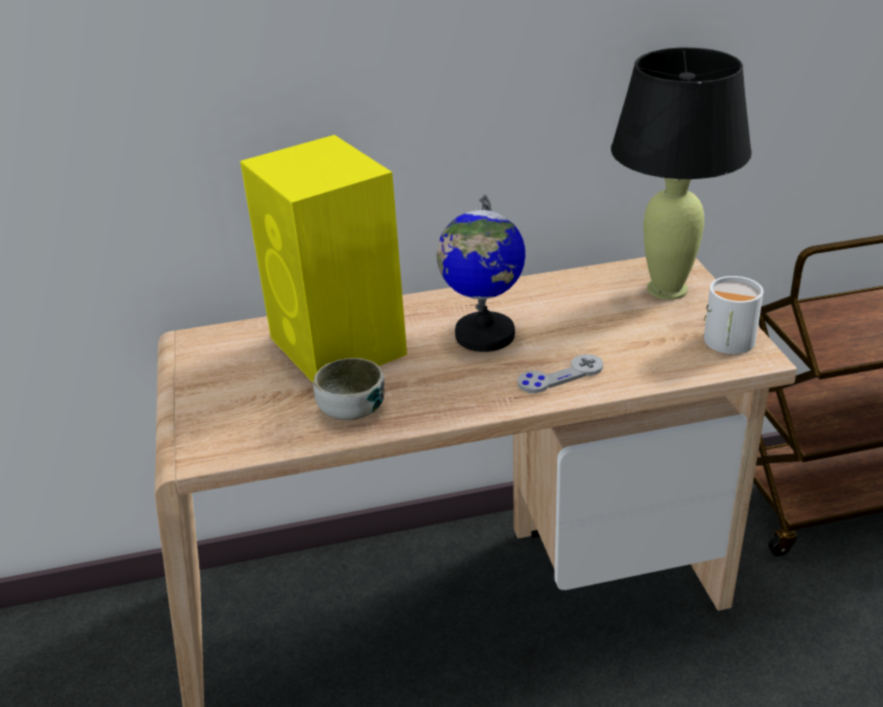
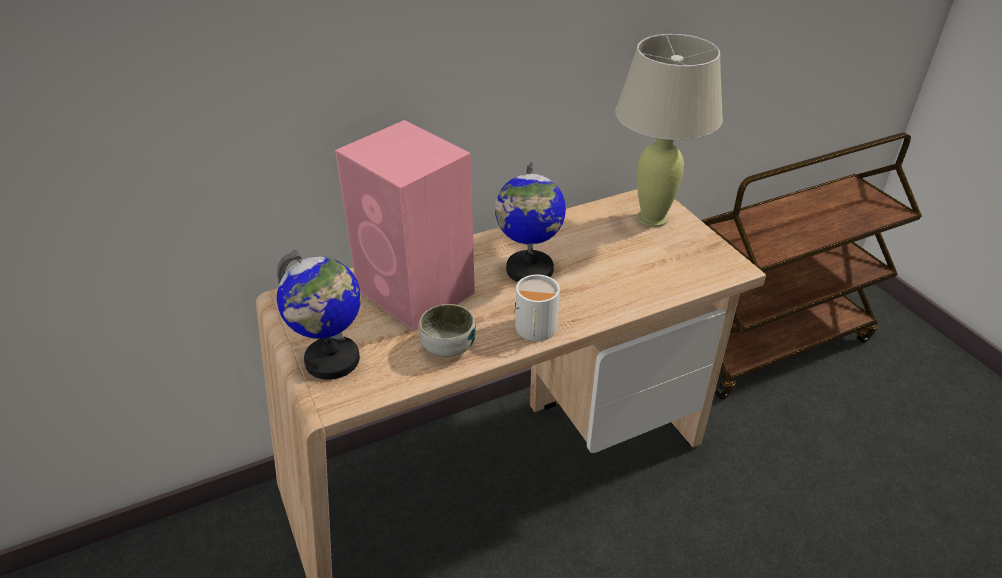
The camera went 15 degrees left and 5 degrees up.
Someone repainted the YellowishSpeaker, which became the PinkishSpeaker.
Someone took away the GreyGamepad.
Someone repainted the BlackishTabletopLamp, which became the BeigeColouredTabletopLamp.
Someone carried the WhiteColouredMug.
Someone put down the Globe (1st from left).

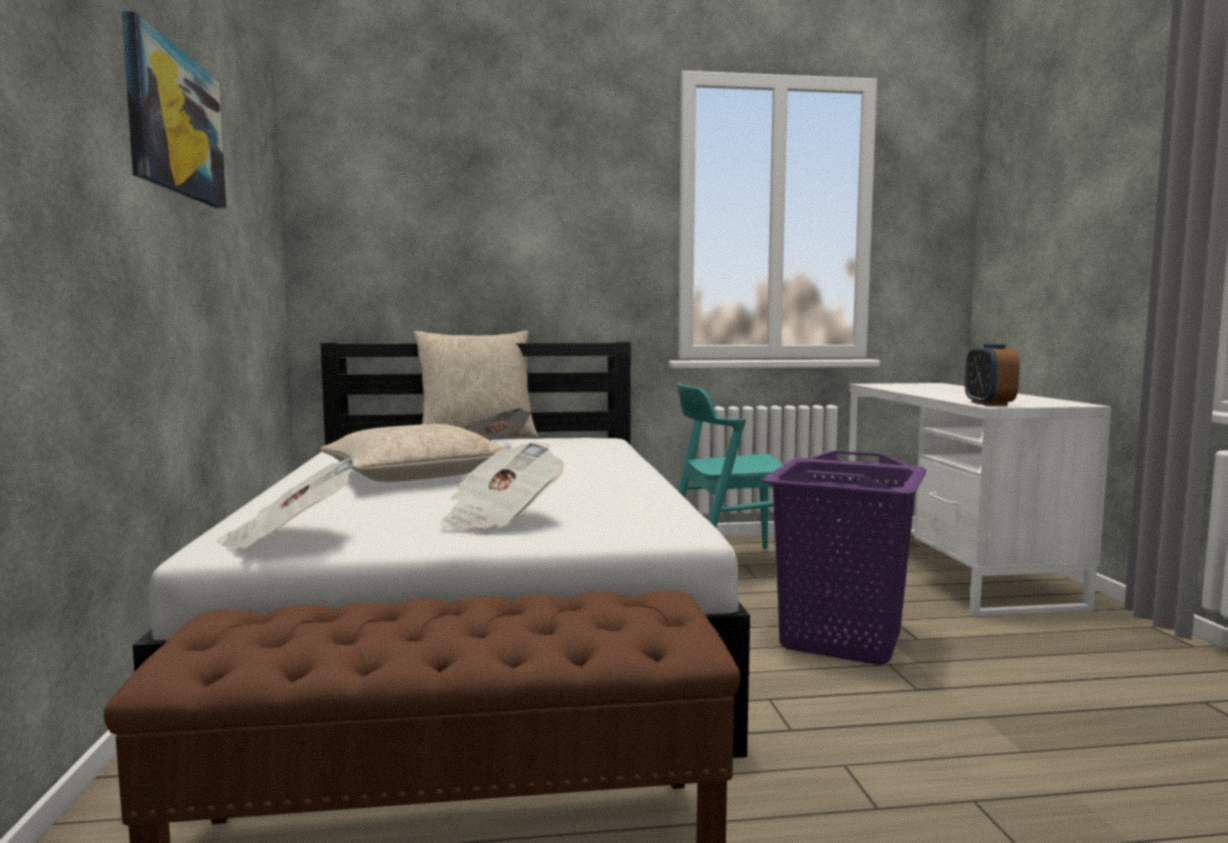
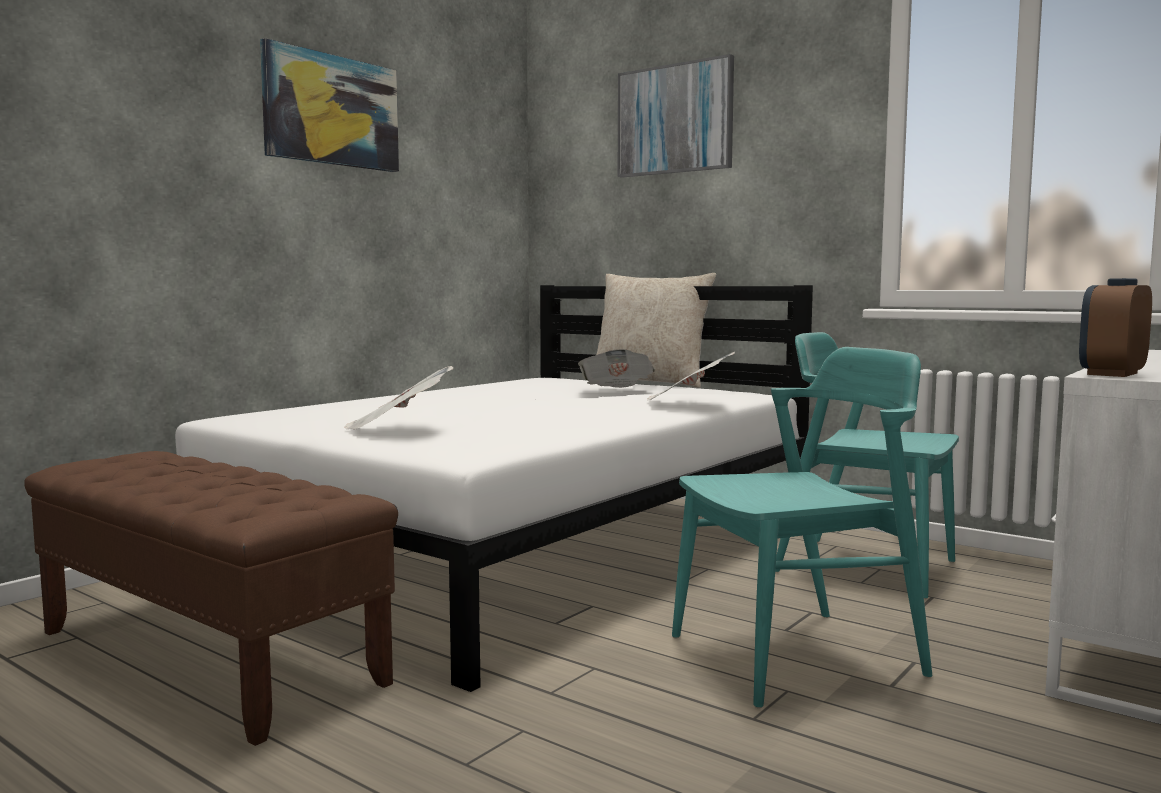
The camera went 45 degrees right and 0 degrees up.
Someone carried the DailyPaper (1st from left in the first image).
Someone took away the BeigeColouredCushion (1st from left).
Someone swapped the PurplishLaundryBasket for the BlueGreenUprightChair (1st from left).
Someone put up the WallArt (2nd from left).

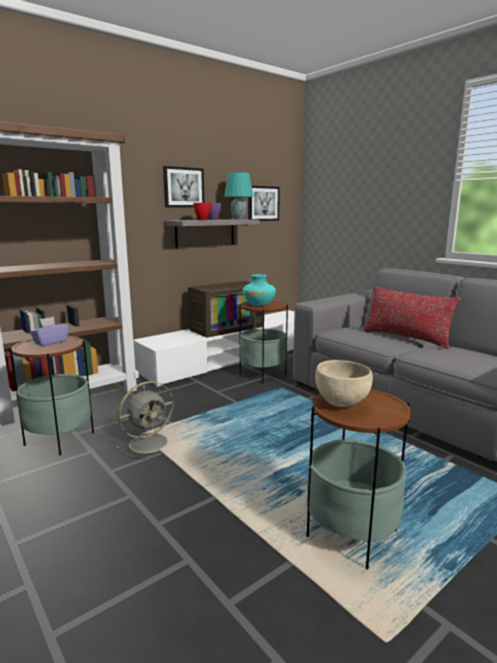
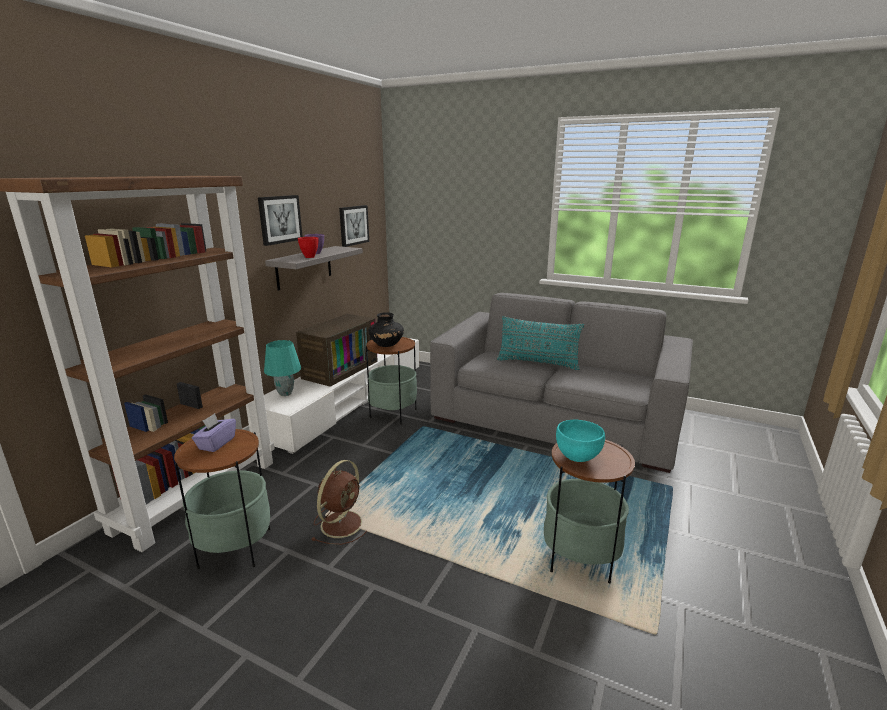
The camera went 25 degrees left and 5 degrees up.
Someone repainted the GreyFan, which became the BrownFan.
Someone carried the BlueGreenTabletopLamp.
Someone repainted the BlueGreenVase, which became the BlackishVase.
Someone repainted the BeigeColouredBowl, which became the BlueGreenBowl.
Someone repainted the ReddishCushion, which became the BlueGreenCushion.

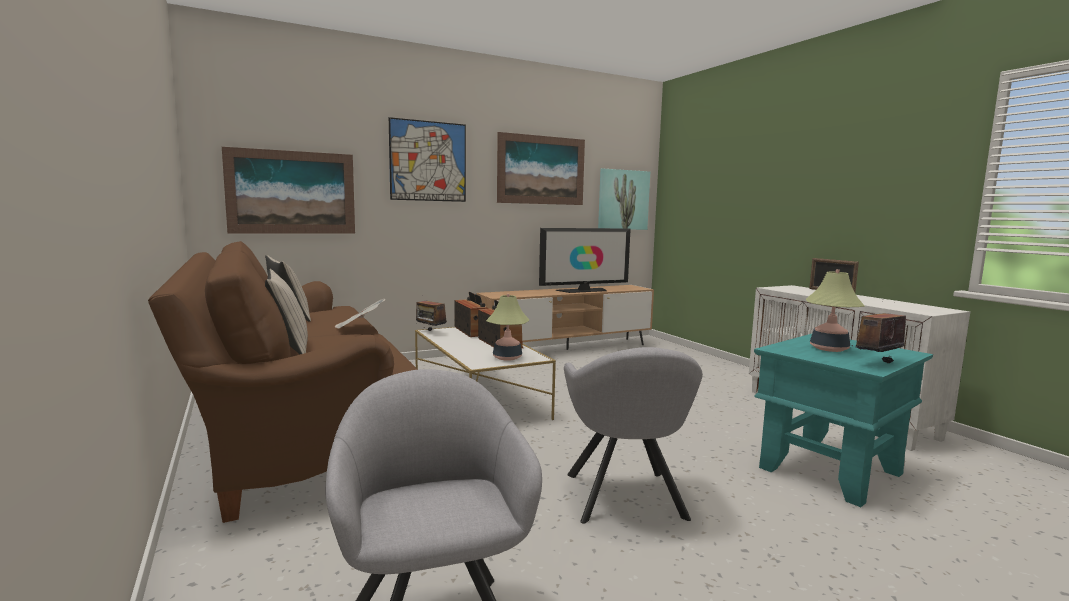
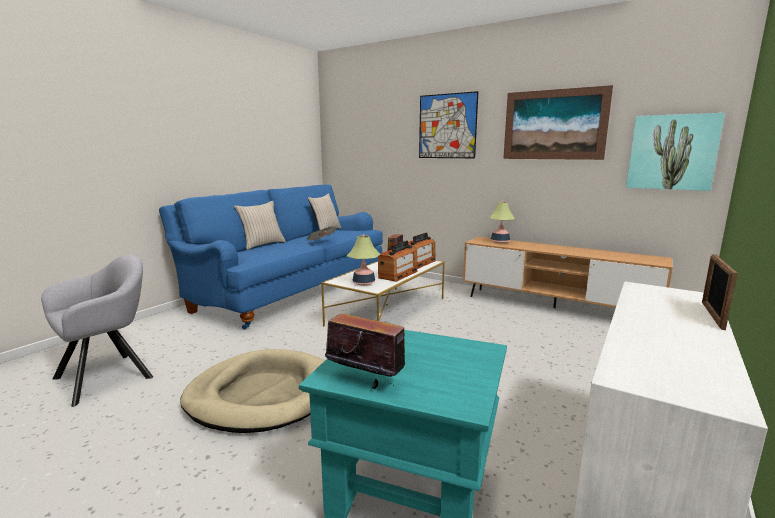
The camera went 60 degrees right and 5 degrees up.
Someone repainted the BrownSofa, which became the BluishSofa.
Someone took away the WallArt (1st from left).
Someone took away the Television.
Someone swapped the GreyLoungeChair (2nd from left) for the BeigeColouredDogBed.
Someone carried the TabletopLamp (2nd from left).

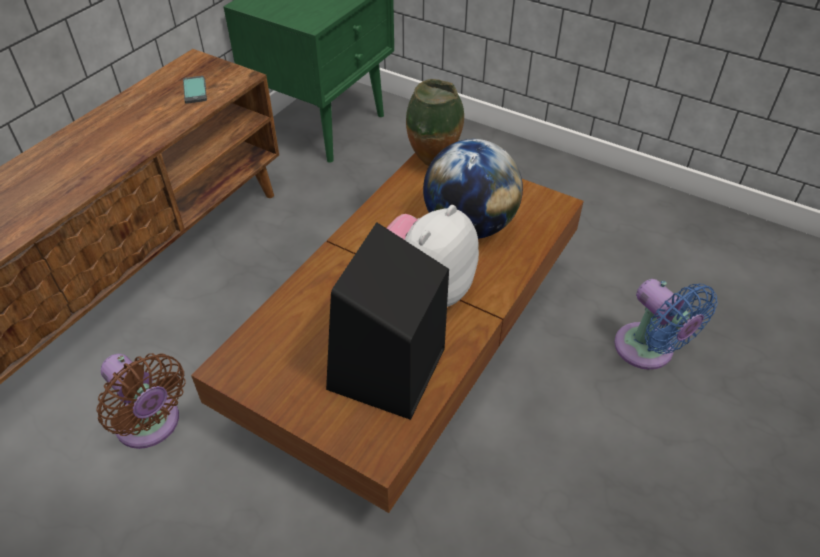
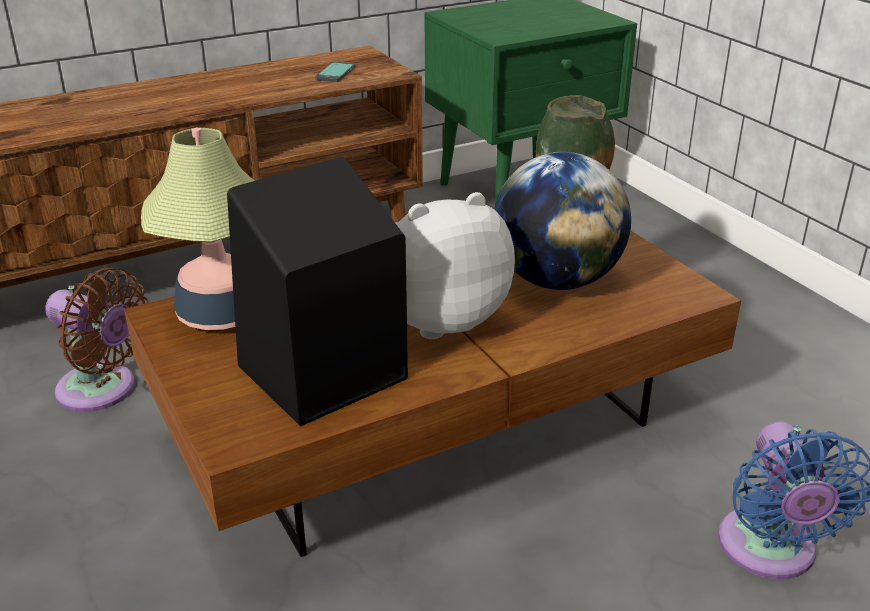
The camera went 30 degrees right and 15 degrees down.
Someone rotated the BrownFan by 45 degrees counterclockwise.
Someone put down the TabletopLamp.

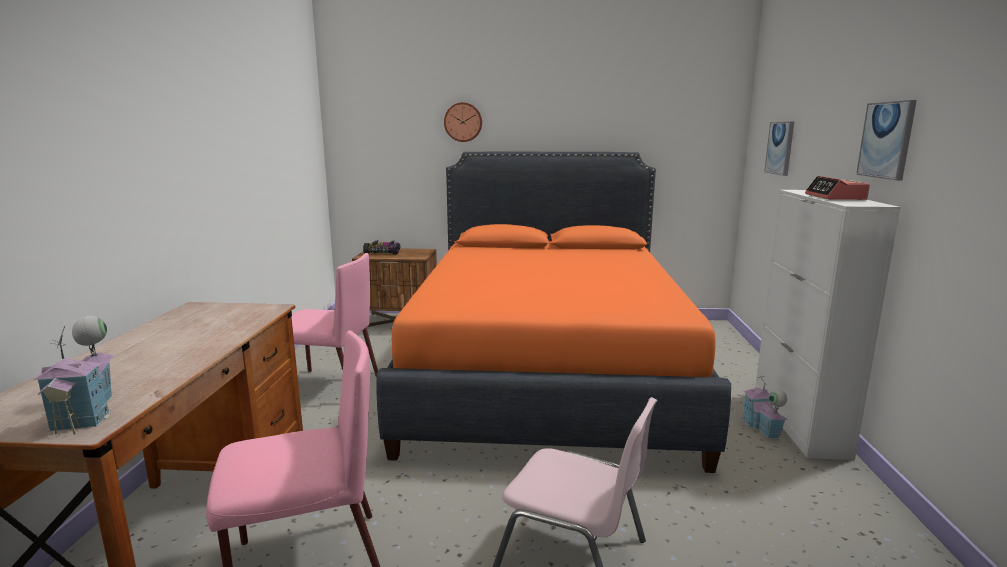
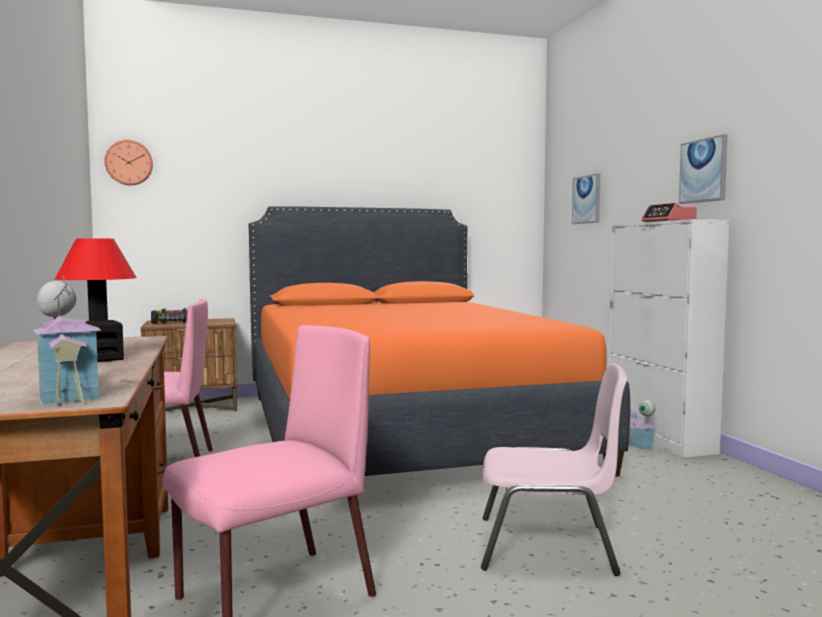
The camera went 20 degrees left and 10 degrees down.
Someone carried the HangingClock.
Someone put down the TabletopLamp.

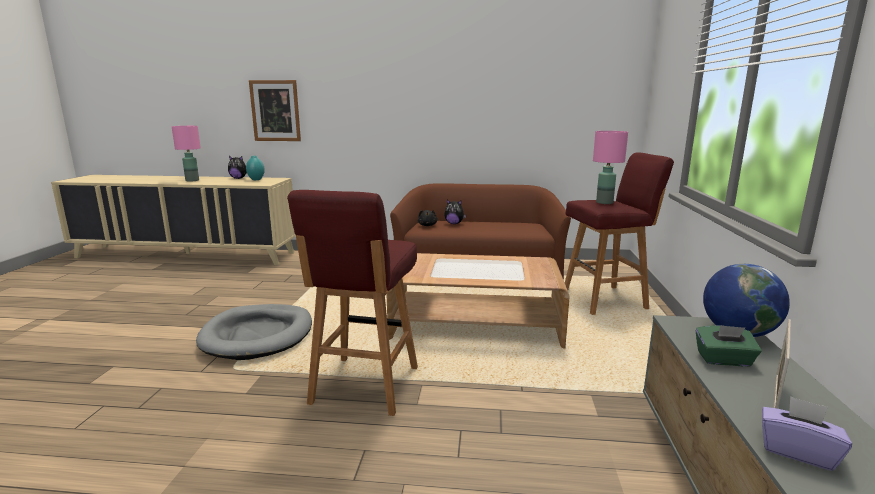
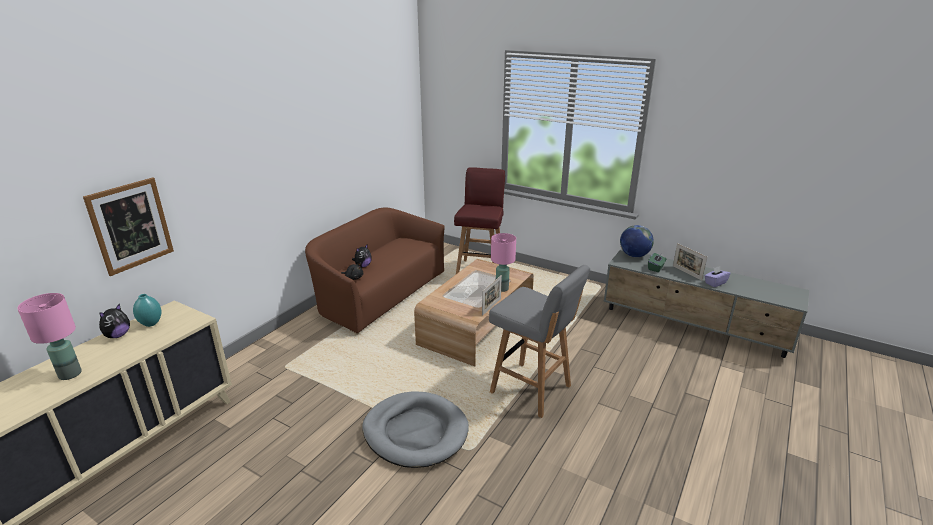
The camera went 65 degrees left and 10 degrees up.
Someone repainted the ReddishStool (1st from left), which became the GreyStool.
Someone carried the PinkishTabletopLamp (2nd from left).
Someone put down the StandingFrame (1st from left).

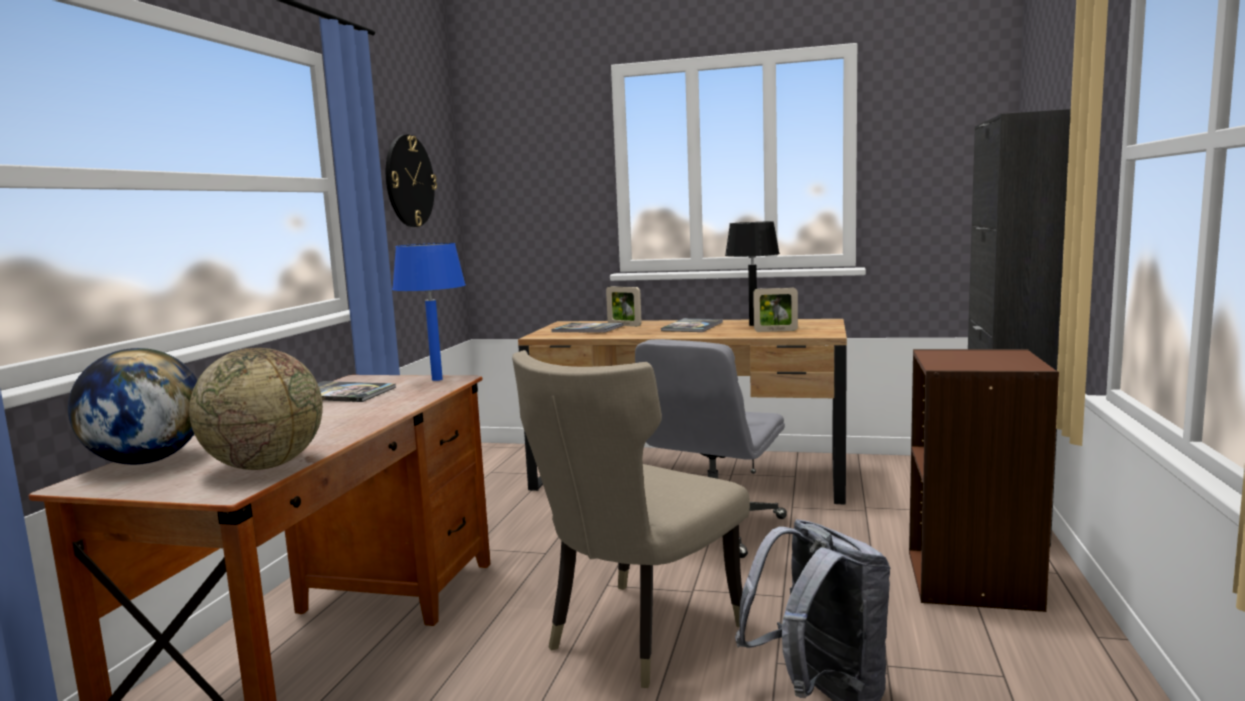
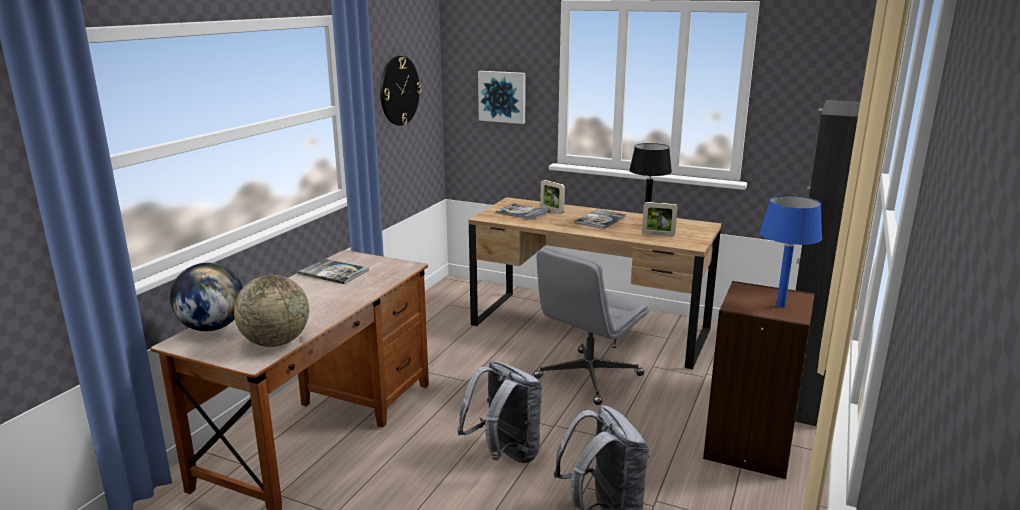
The camera went 10 degrees right and 10 degrees up.
Someone carried the BluishTabletopLamp.
Someone swapped the BeigeColouredUprightChair for the GreyRucksack (1st from left).
Someone put up the WallArt.

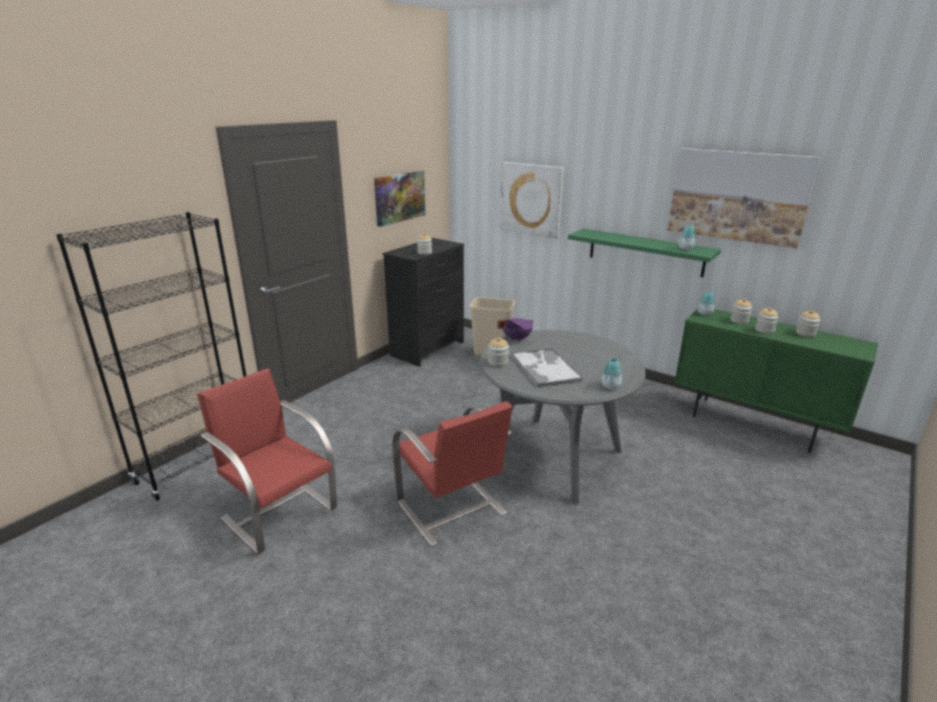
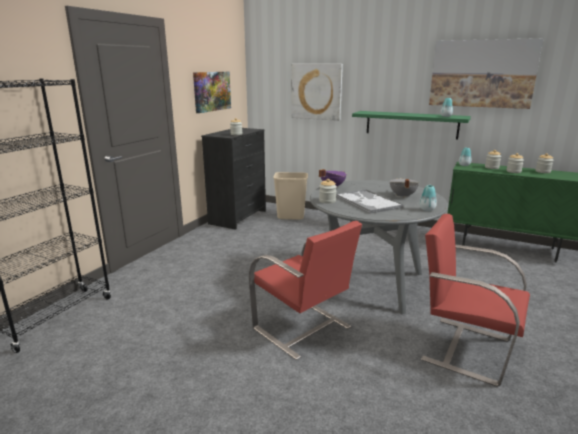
The camera went 10 degrees left and 5 degrees down.
Someone carried the ReddishUprightChair (1st from left in the first image).
Someone put down the GreyCookingPot.

